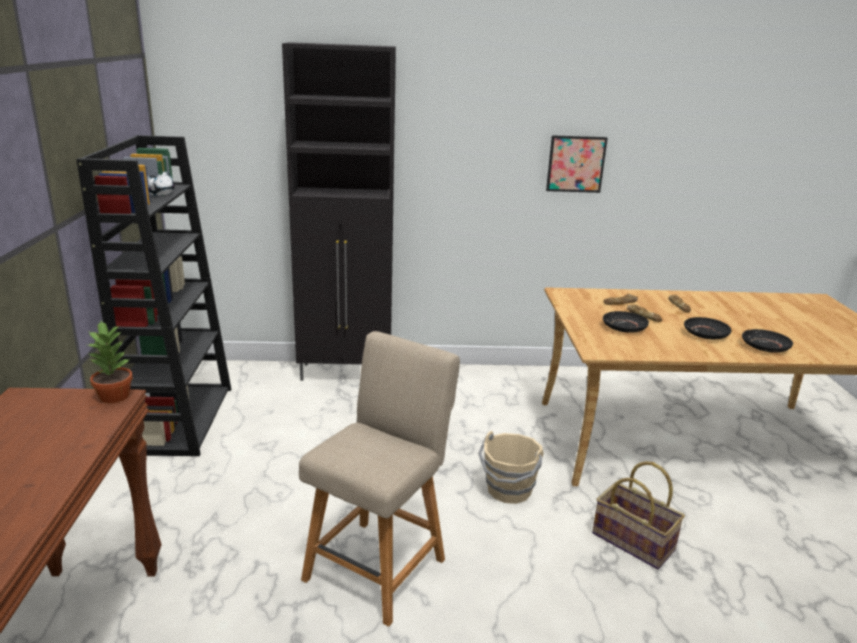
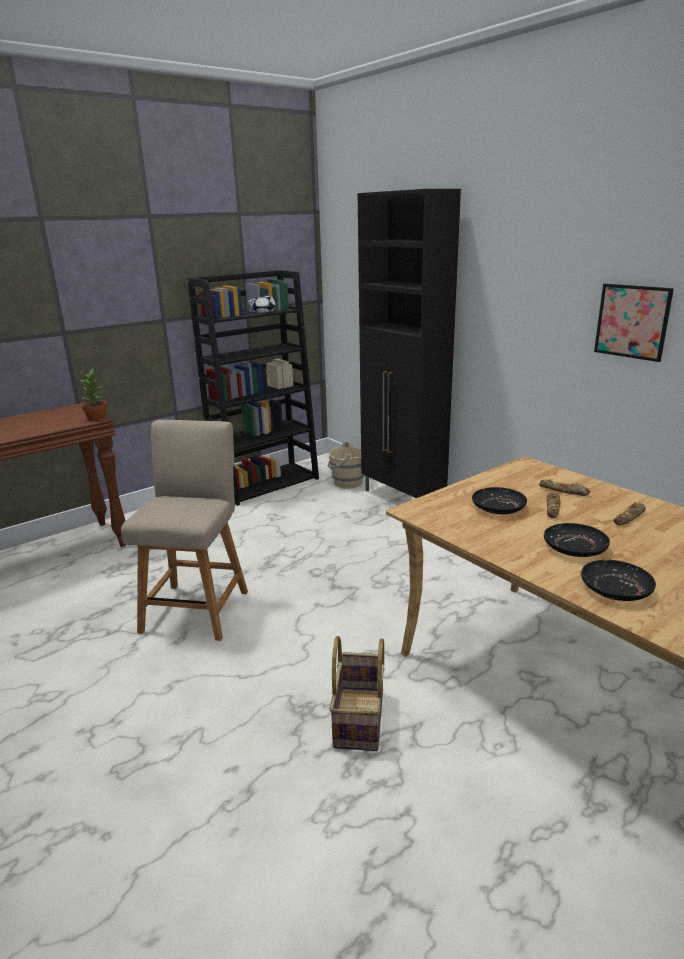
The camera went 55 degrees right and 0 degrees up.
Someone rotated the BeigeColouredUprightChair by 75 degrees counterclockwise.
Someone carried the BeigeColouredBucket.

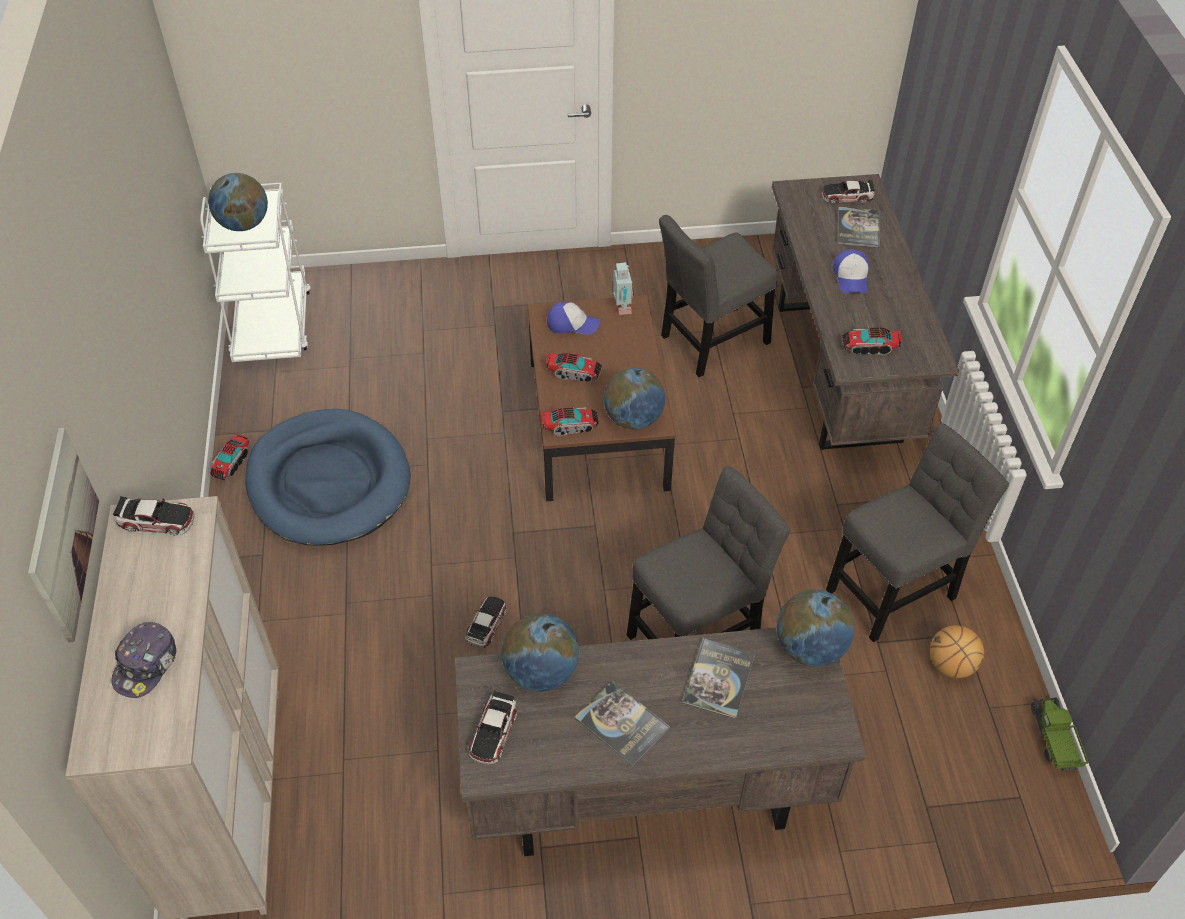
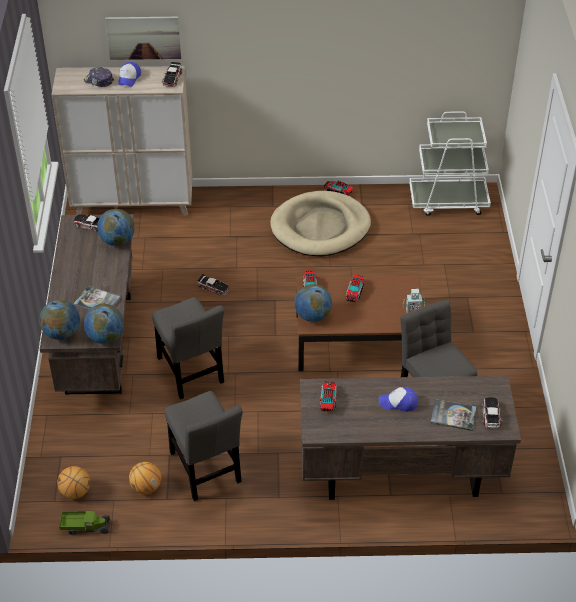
The camera went 95 degrees right and 5 degrees down.
Someone carried the Globe (1st from left).
Someone repainted the BluishDogBed, which became the BeigeColouredDogBed.
Someone carried the BaseballCap (2nd from left).
Someone took away the Book (1st from left).
Someone put down the BallForBasketball (1st from left).

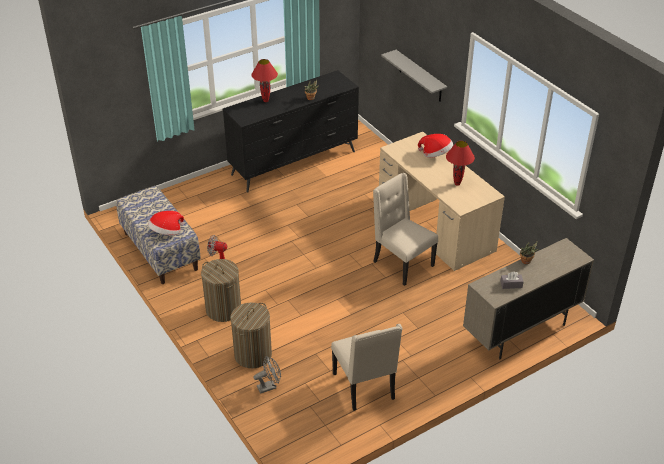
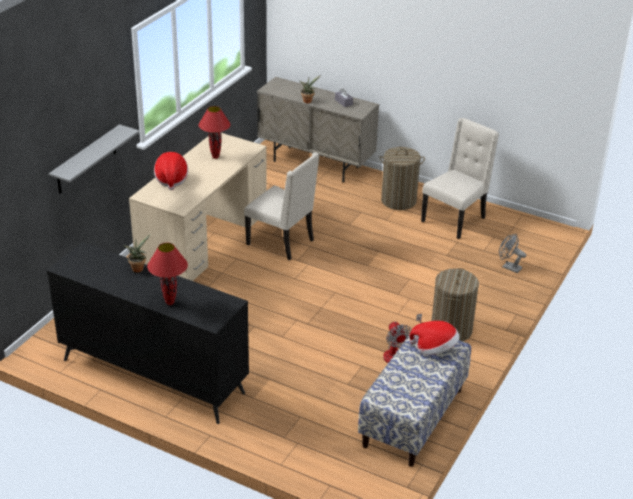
The camera went 120 degrees left and 5 degrees down.
Someone carried the LaundryBasket (2nd from left in the first image).
Someone rotated the BeigeColouredUprightChair (2nd from left in the first image) by 75 degrees counterclockwise.

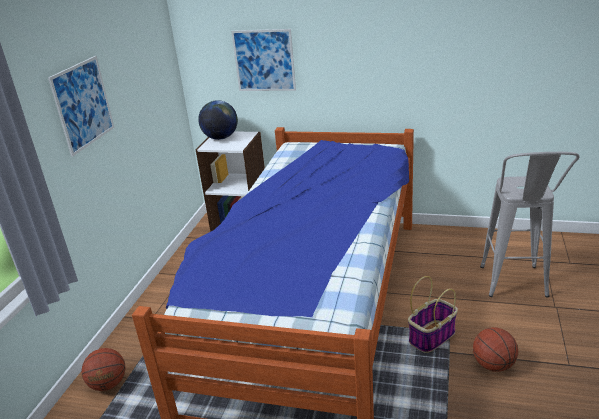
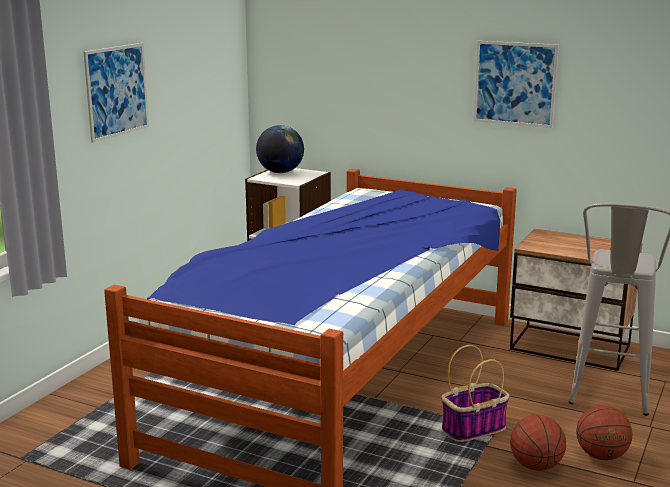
The camera went 10 degrees right and 10 degrees down.
Someone carried the BallForBasketball (1st from left in the first image).
Someone carried the WallArt (2nd from left).
Someone put down the NightTable.

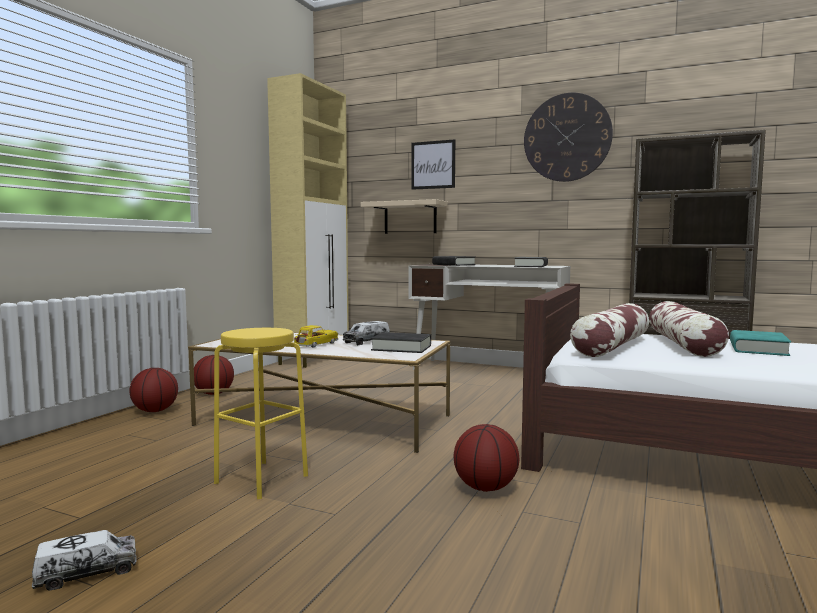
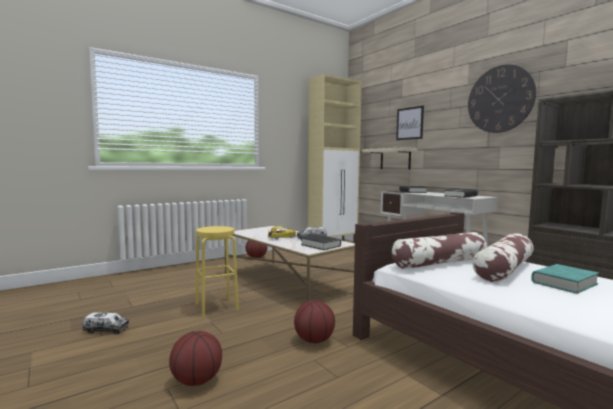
The camera went 30 degrees right and 0 degrees up.
Someone carried the BallForBasketball (1st from left).

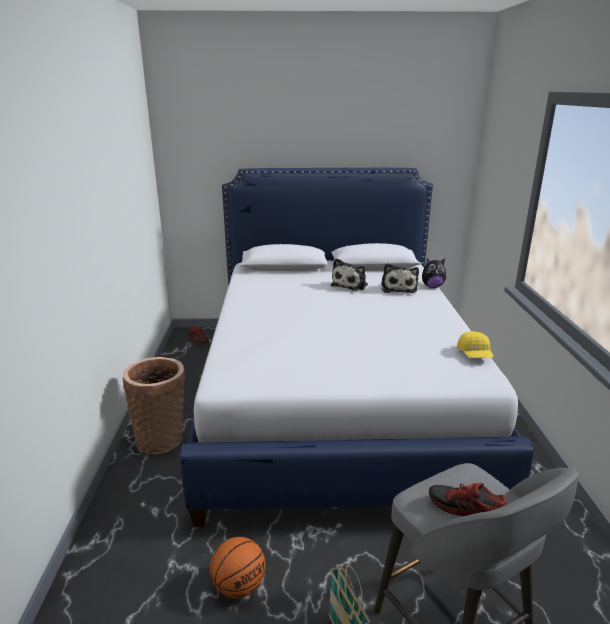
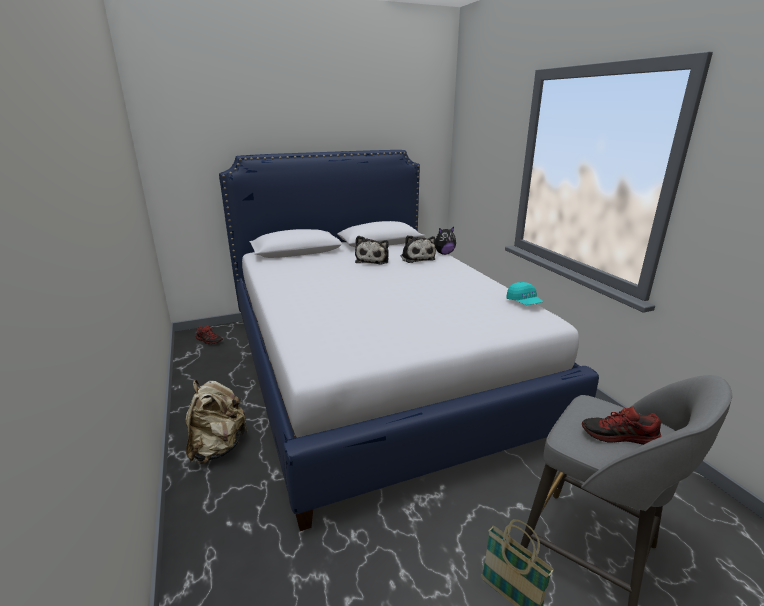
The camera went 20 degrees left and 0 degrees up.
Someone swapped the StorageBasket (1st from left) for the BeigeColouredRucksack.
Someone took away the BallForBasketball.
Someone repainted the YellowishBaseballCap, which became the BlueGreenBaseballCap.

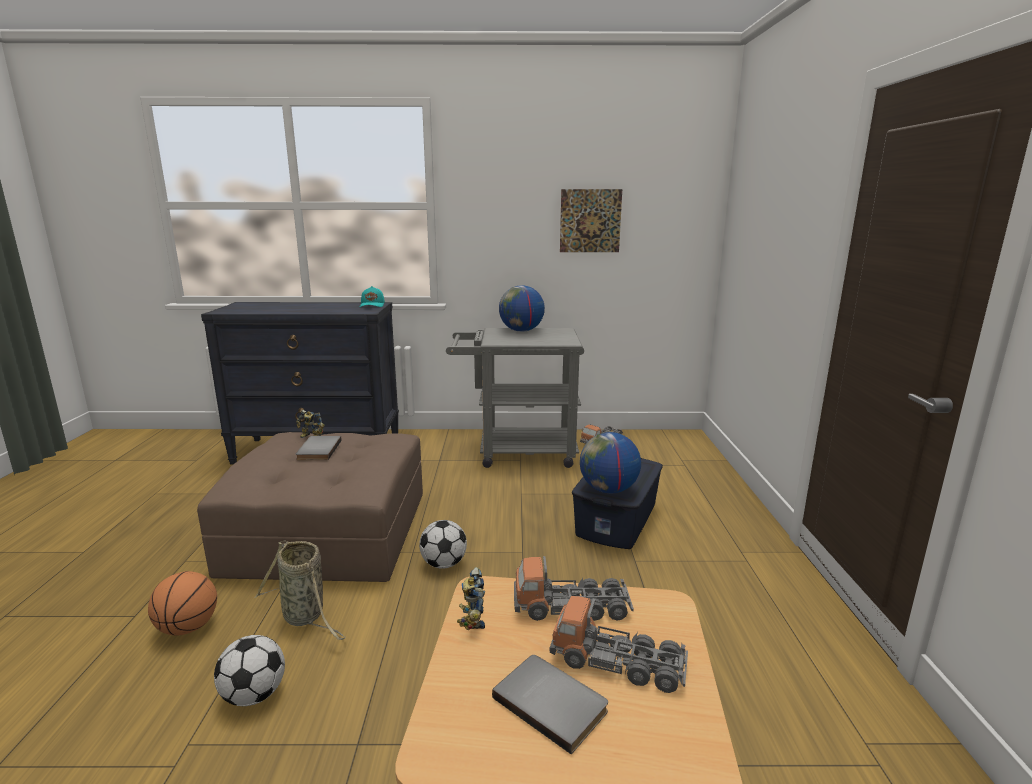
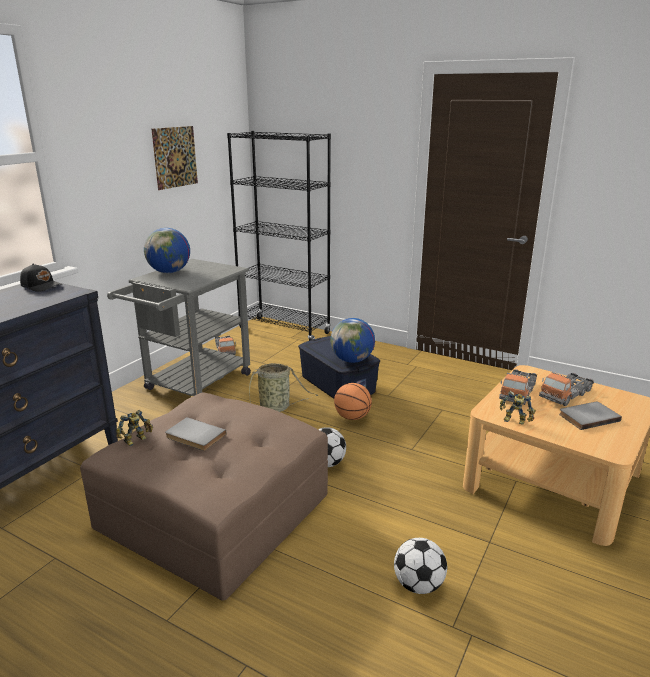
The camera went 60 degrees left and 5 degrees up.
Someone carried the BallForBasketball.
Someone carried the StorageBasket.
Someone repainted the BlueGreenBaseballCap, which became the BlackishBaseballCap.
Someone put down the BlackishShelvingUnit.

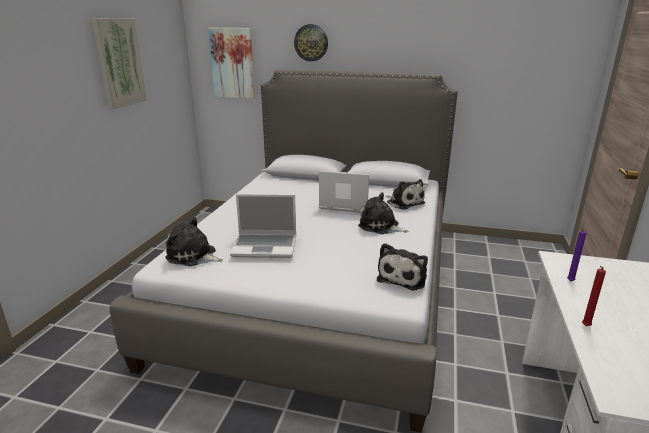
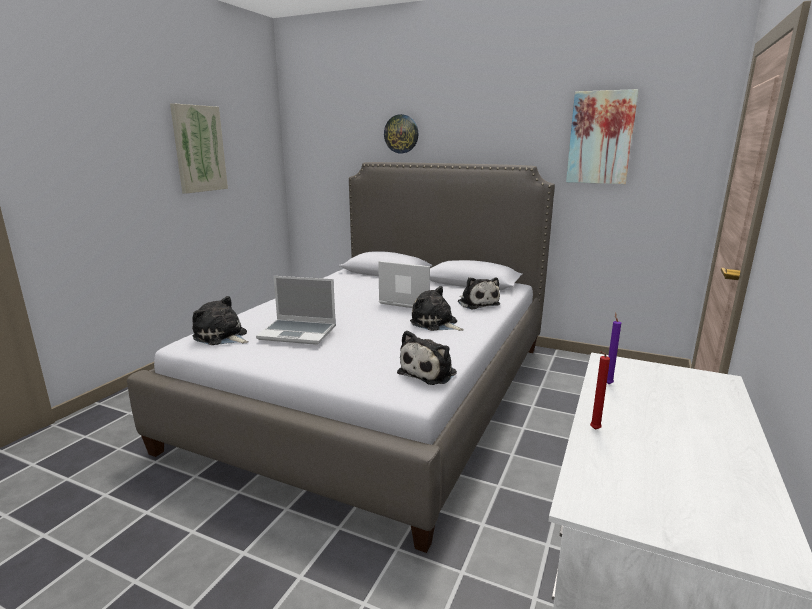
The camera went 10 degrees right and 5 degrees down.
Someone carried the WallArt (2nd from left).

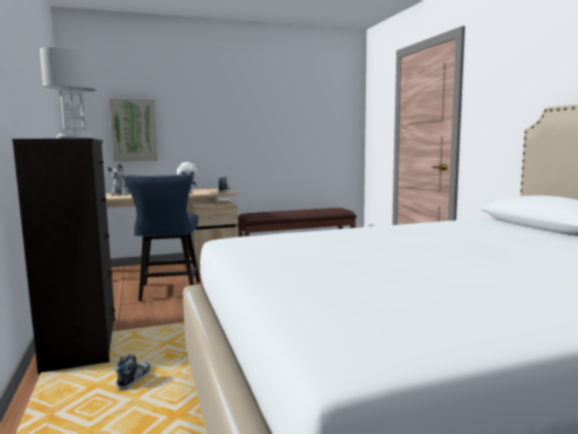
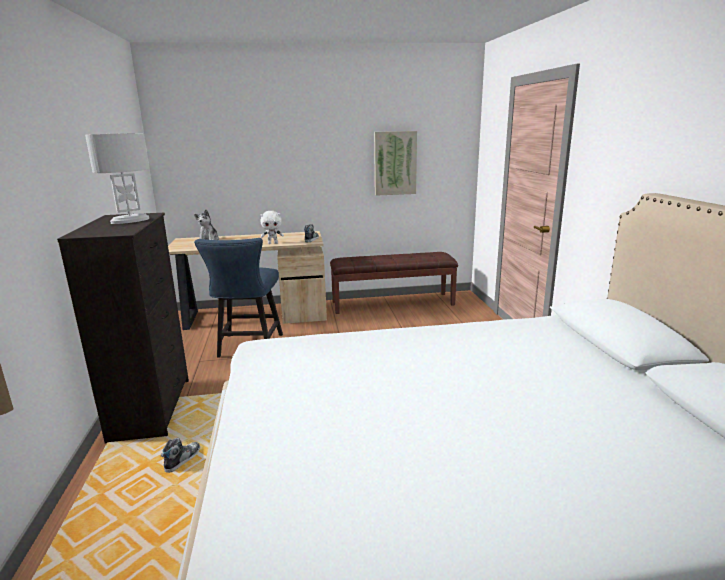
The camera went 10 degrees right and 10 degrees up.
Someone carried the WallArt.

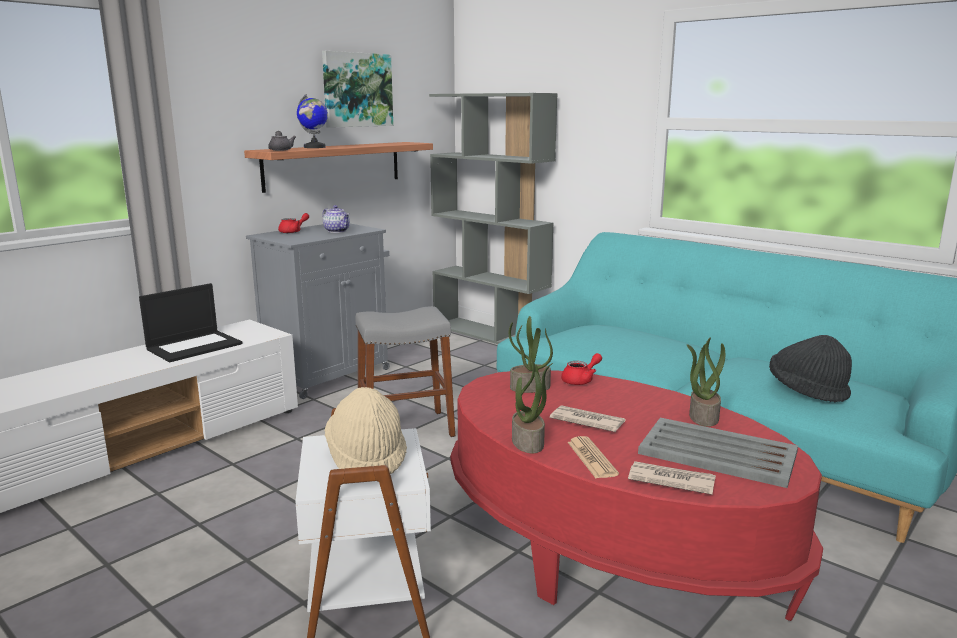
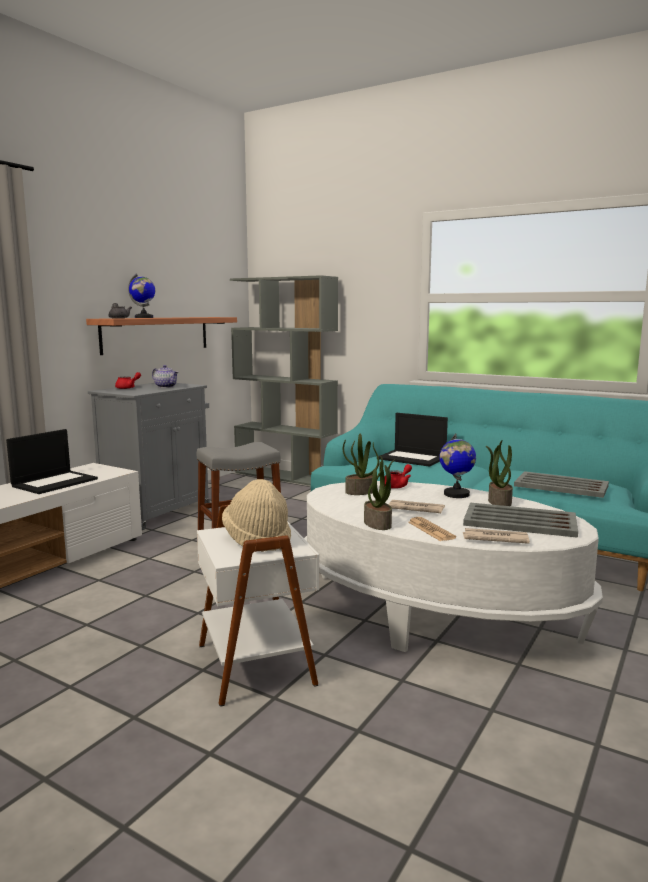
The camera went 10 degrees left and 5 degrees down.
Someone took away the WallArt.
Someone repainted the ReddishCoffeeTable, which became the WhiteColouredCoffeeTable.
Someone swapped the BlackishClothingHat for the GreyServingTray (2nd from left).
Someone put down the PortableComputer (2nd from left).
Someone put down the Globe (2nd from left).

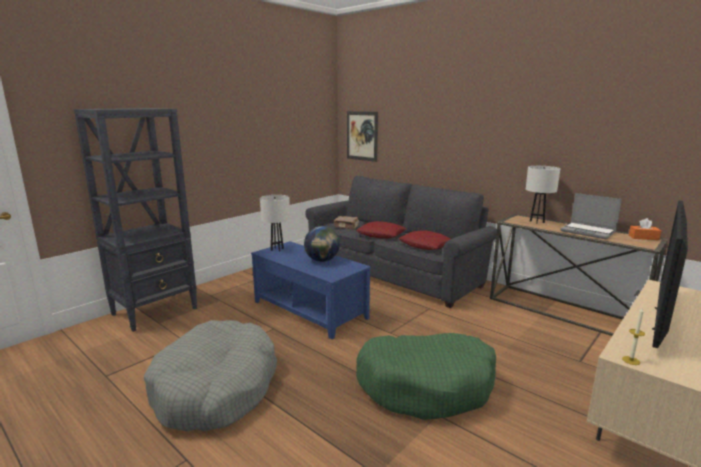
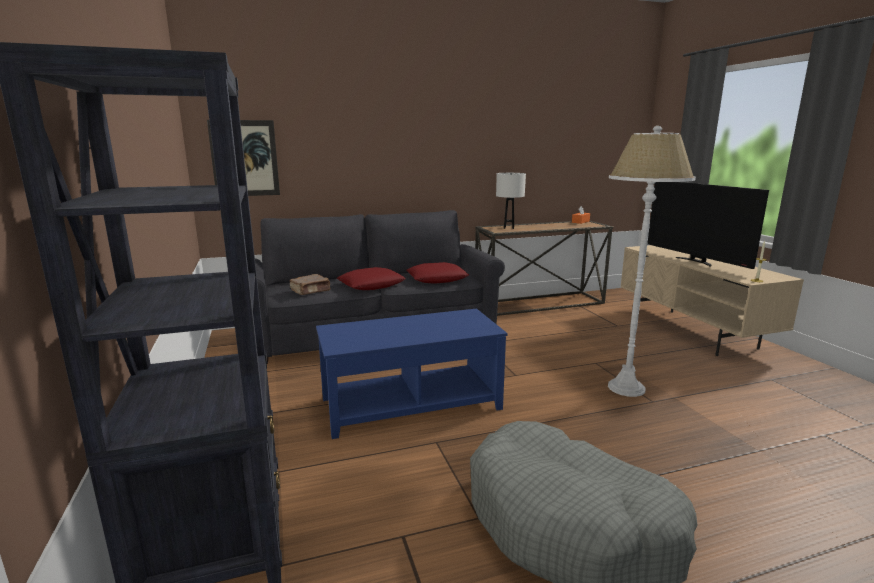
The camera went 60 degrees left and 0 degrees up.
Someone took away the WhiteColouredTabletopLamp (1st from left).
Someone took away the Globe.
Someone swapped the GreenColouredDogBed for the WhiteColouredFloorLamp.
Someone took away the PortableComputer.

